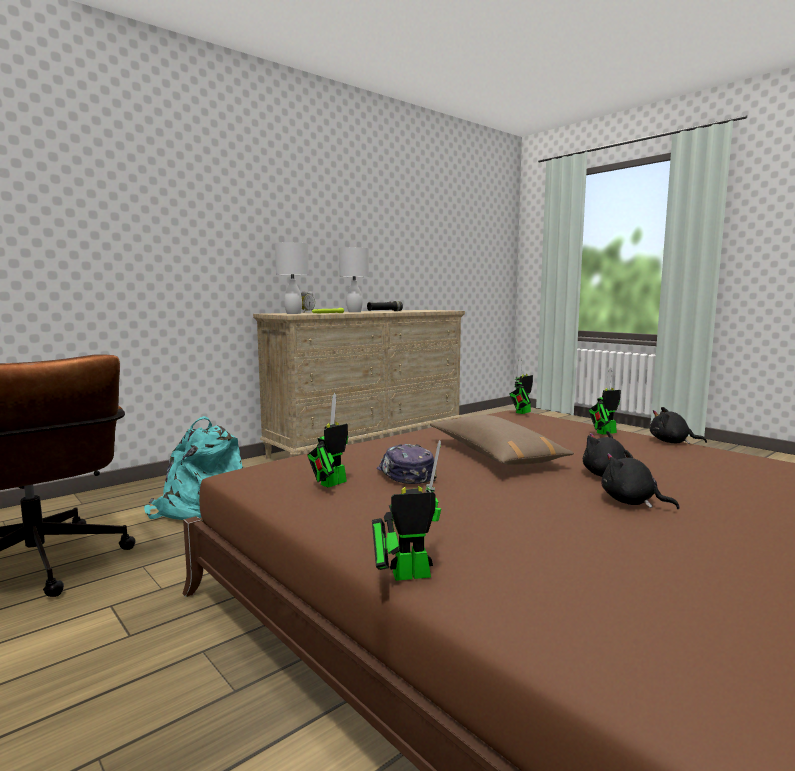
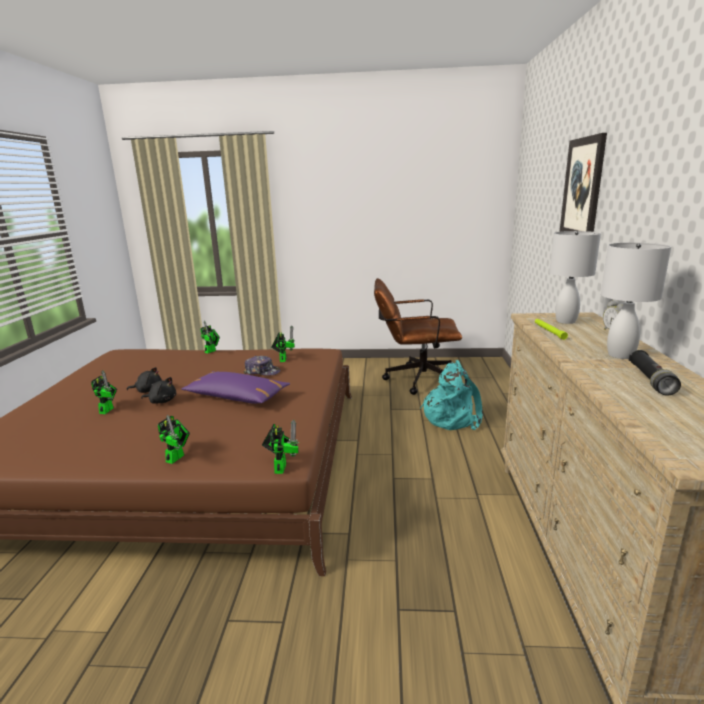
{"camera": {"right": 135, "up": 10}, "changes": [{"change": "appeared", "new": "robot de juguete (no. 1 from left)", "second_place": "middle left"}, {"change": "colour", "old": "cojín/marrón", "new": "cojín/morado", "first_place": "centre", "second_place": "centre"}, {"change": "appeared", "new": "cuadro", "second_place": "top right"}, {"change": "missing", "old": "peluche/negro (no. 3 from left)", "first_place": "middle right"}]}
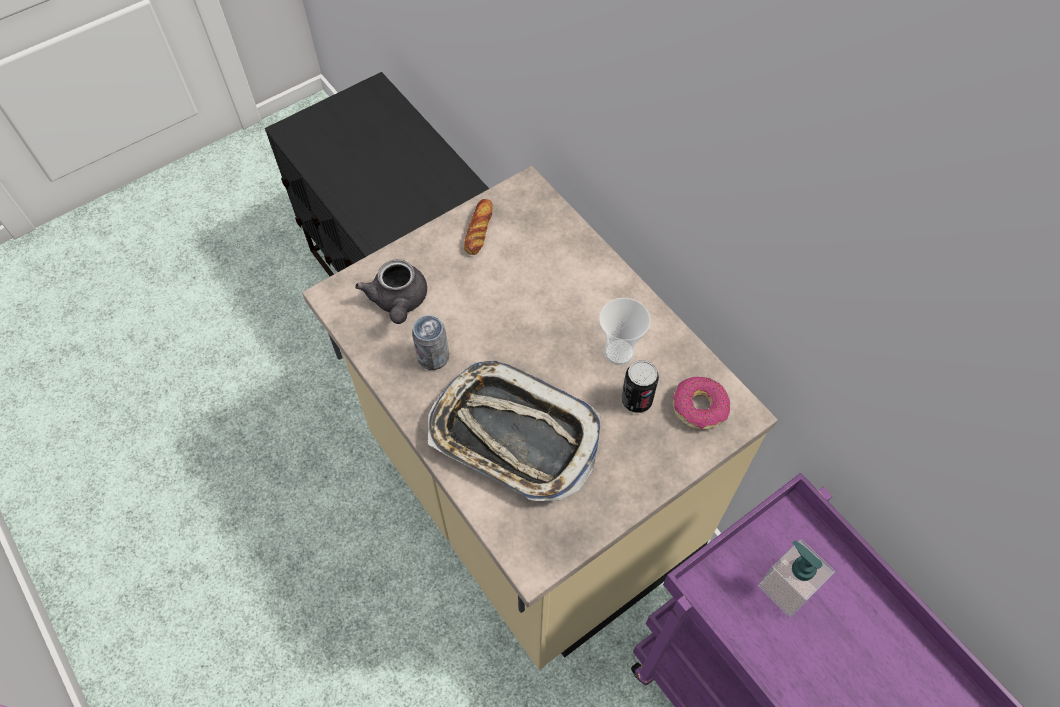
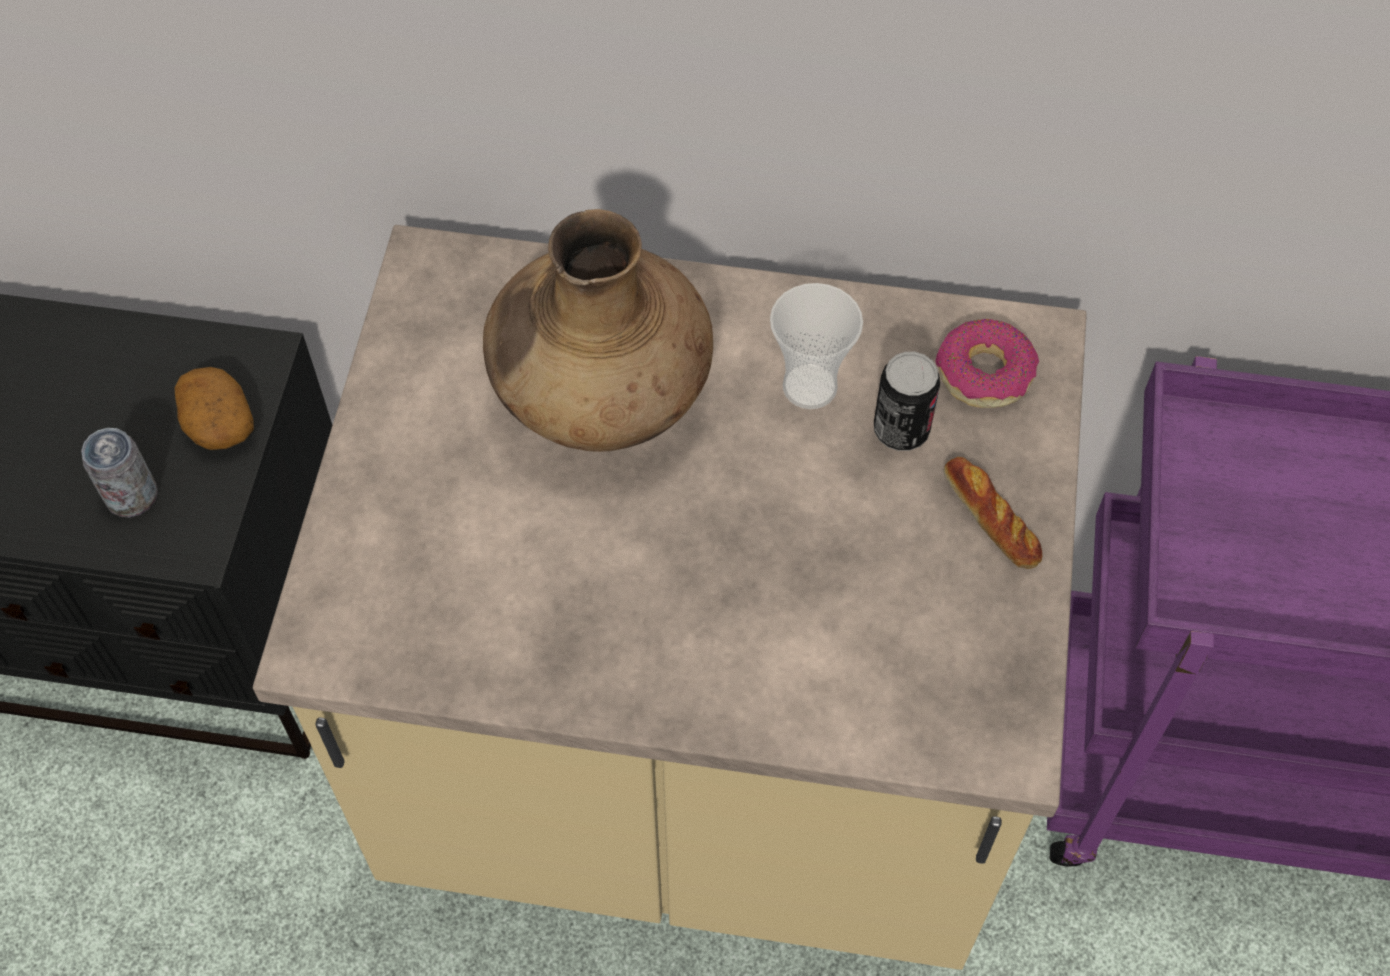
{"camera": {"right": -45, "up": 0}, "changes": [{"change": "relocated", "old": "lata (no. 1 from left)", "first_place": "centre", "second_place": "middle left"}, {"change": "appeared", "new": "patata", "second_place": "middle left"}, {"change": "appeared", "new": "florero/marrón", "second_place": "centre"}, {"change": "relocated", "old": "pan", "first_place": "top centre", "second_place": "middle right"}, {"change": "missing", "old": "tetera/gris", "first_place": "centre"}, {"change": "missing", "old": "bandeja", "first_place": "centre"}, {"change": "missing", "old": "dispensador de jabón", "first_place": "bottom right"}]}
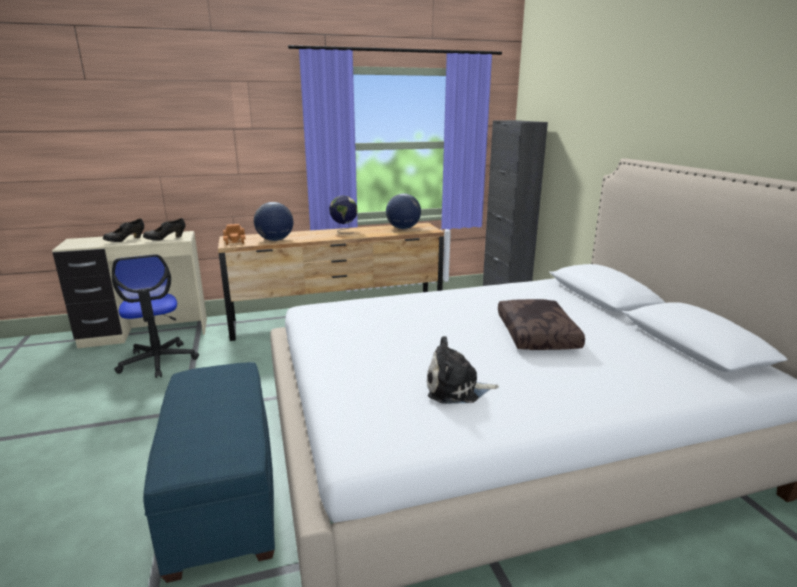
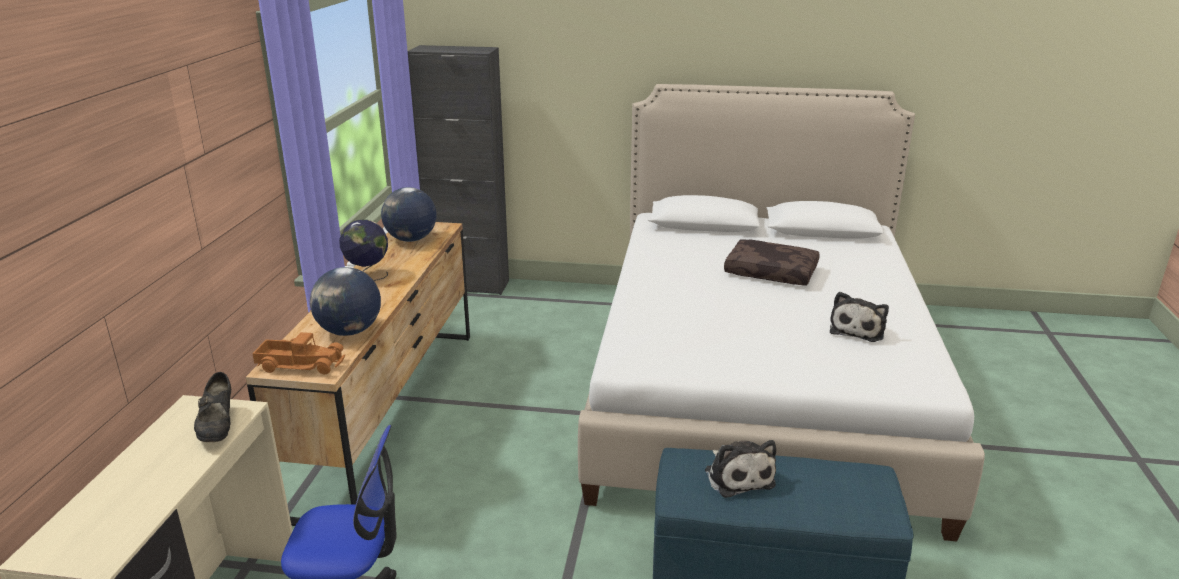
{"camera": {"right": -65, "up": 5}, "changes": [{"change": "appeared", "new": "peluche (no. 1 from left)", "second_place": "bottom centre"}, {"change": "missing", "old": "zapato/negro (no. 1 from left)", "first_place": "middle left"}]}
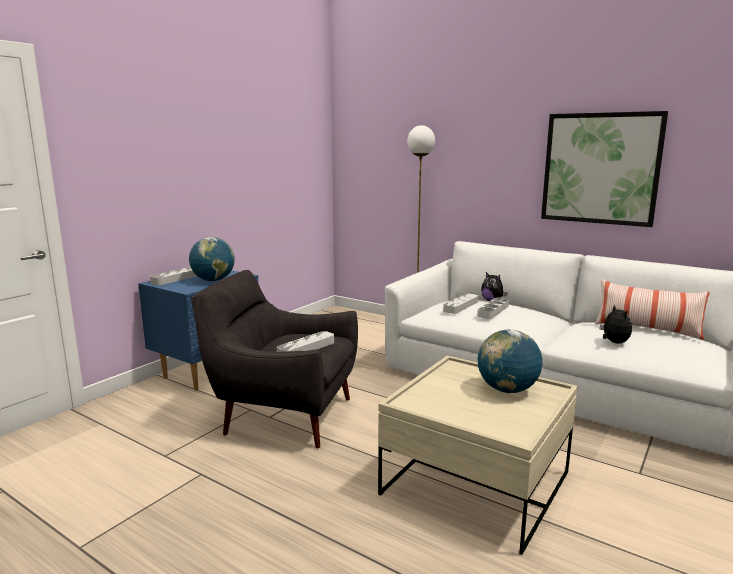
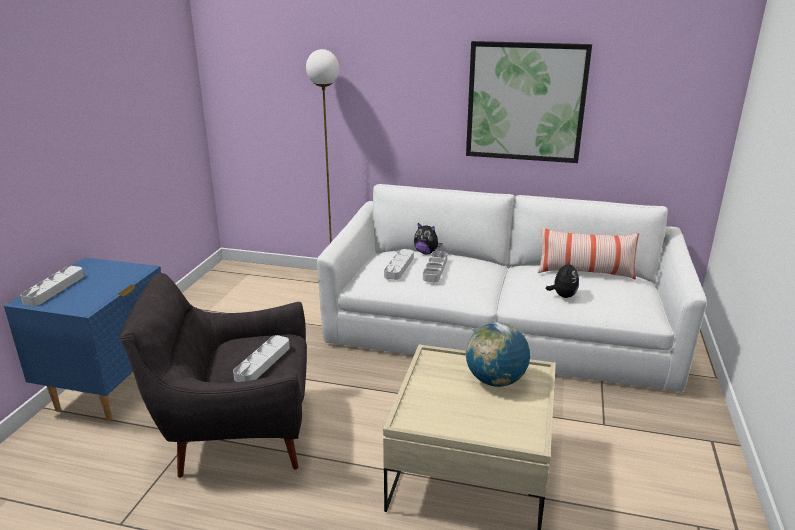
{"camera": {"right": -20, "up": 10}, "changes": [{"change": "spun", "old": "peluche (no. 2 from left)", "first_place": "middle right", "second_place": "middle right", "degrees": 45}, {"change": "missing", "old": "globo terráqueo (no. 1 from left)", "first_place": "middle left"}]}
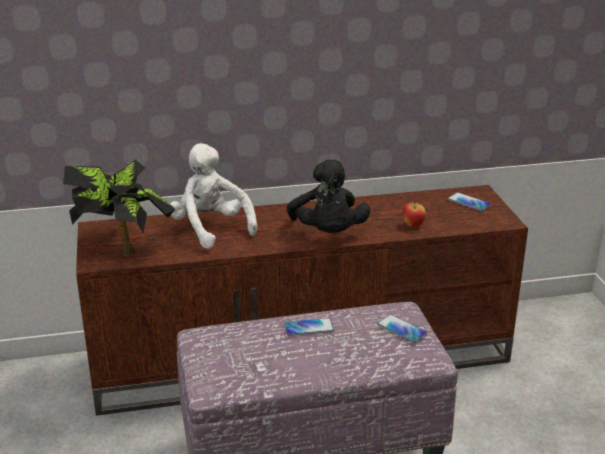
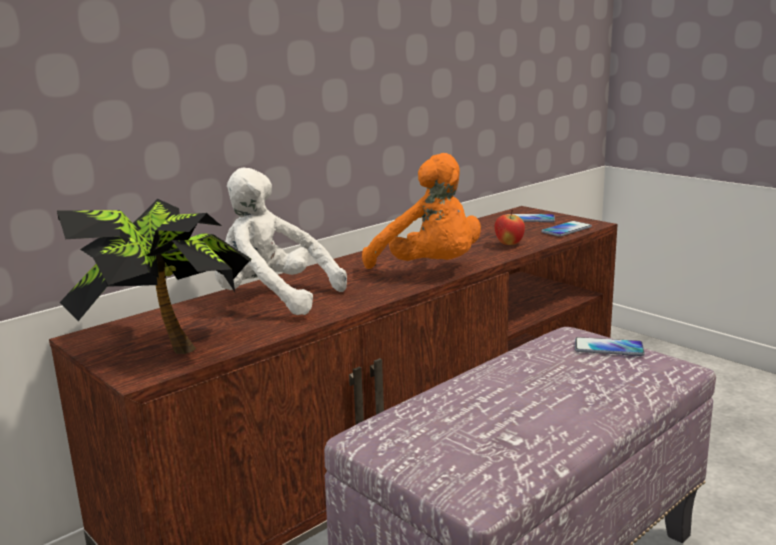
{"camera": {"right": -30, "up": -10}, "changes": [{"change": "colour", "old": "peluche/negro", "new": "peluche/naranja", "first_place": "centre", "second_place": "centre"}, {"change": "relocated", "old": "móvil (no. 1 from left in the first image)", "new": "móvil (no. 2 from left)", "first_place": "bottom centre", "second_place": "middle right"}]}
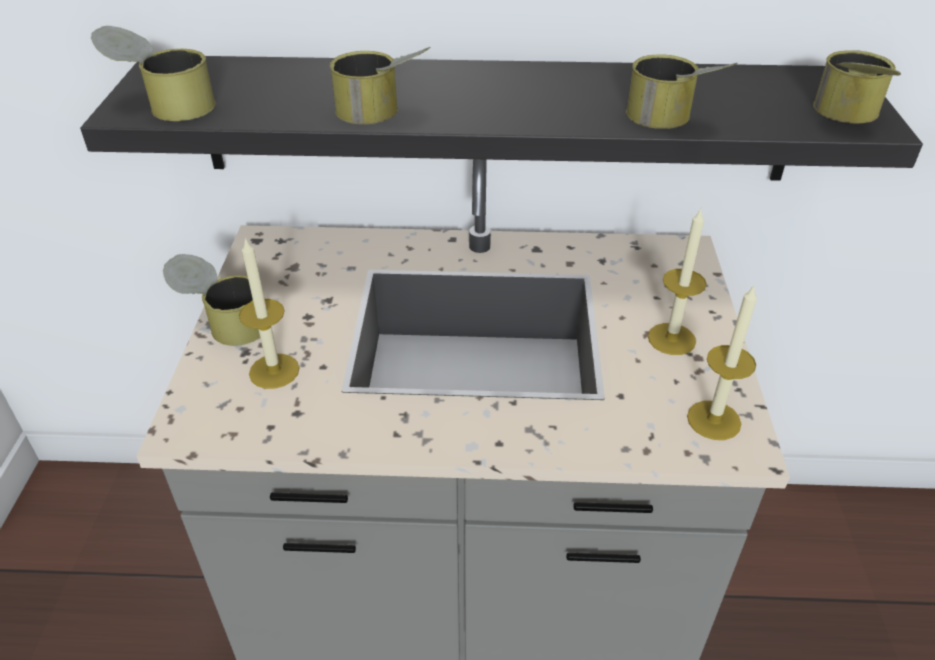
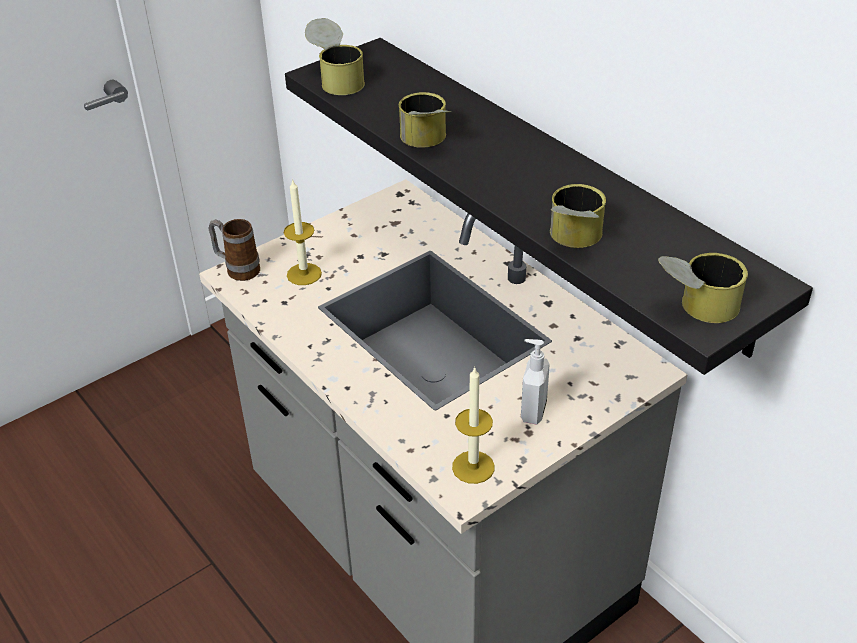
{"camera": {"right": 50, "up": 0}, "changes": [{"change": "appeared", "new": "taza grande", "second_place": "middle left"}, {"change": "exchanged", "old": "vela (no. 2 from left)", "new": "dispensador de jabón", "first_place": "middle right", "second_place": "centre"}, {"change": "missing", "old": "lata (no. 2 from left)", "first_place": "middle left"}]}
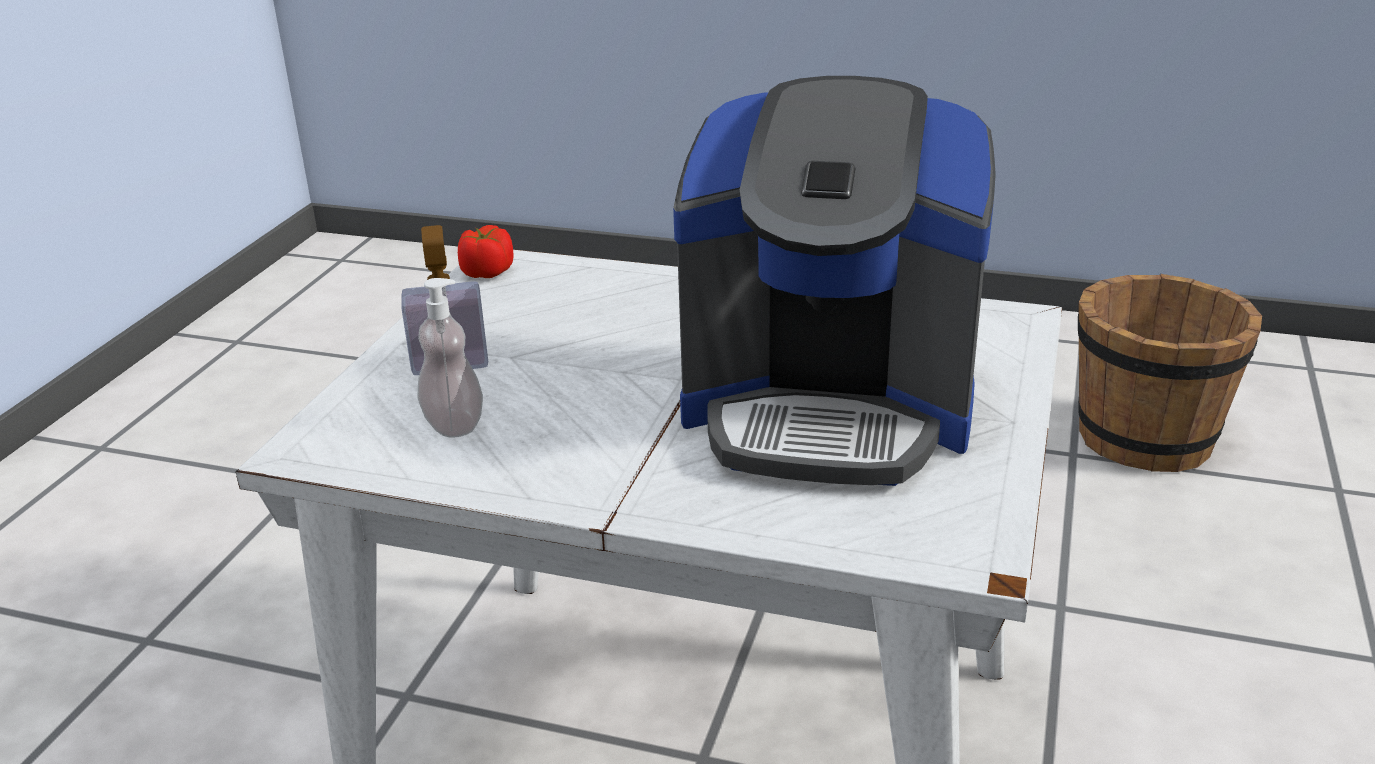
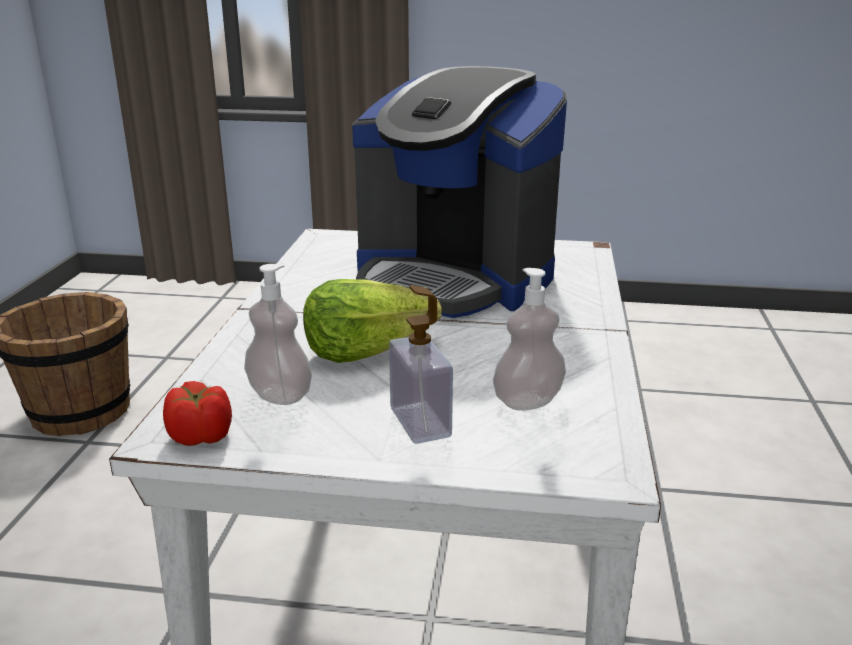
{"camera": {"right": -100, "up": -5}, "changes": [{"change": "appeared", "new": "dispensador de jabón (no. 1 from left)", "second_place": "middle left"}, {"change": "appeared", "new": "lechuga", "second_place": "centre"}, {"change": "spun", "old": "cafetera", "first_place": "centre", "second_place": "top centre", "degrees": 120}]}
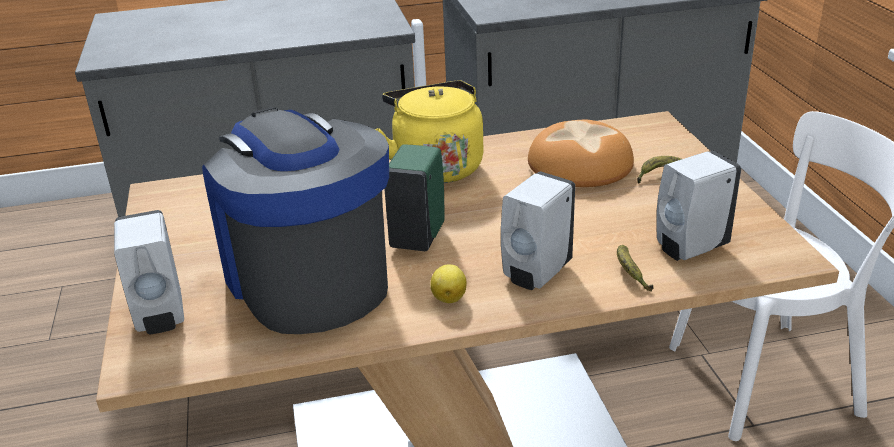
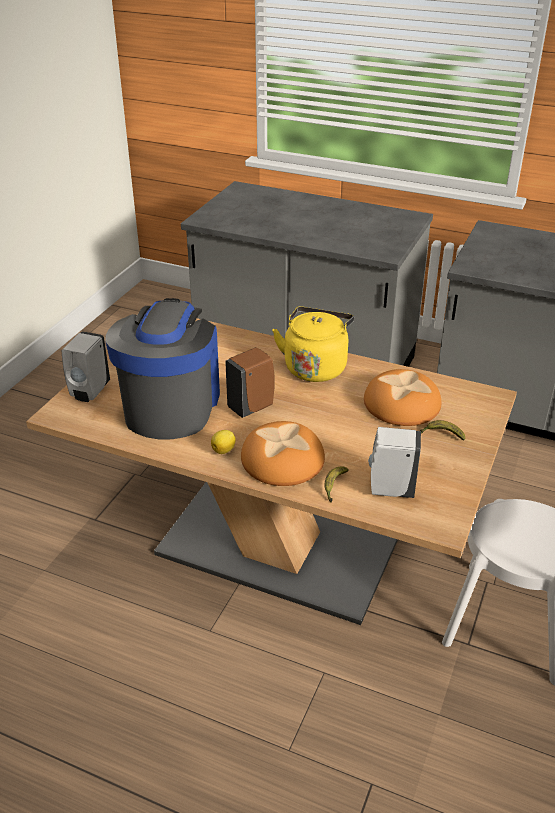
{"camera": {"right": 35, "up": 5}, "changes": [{"change": "colour", "old": "dispensador de jabón/verde", "new": "dispensador de jabón/marrón", "first_place": "centre", "second_place": "centre"}, {"change": "exchanged", "old": "dispensador de jabón/blanco (no. 2 from left)", "new": "pan (no. 1 from left)", "first_place": "centre", "second_place": "centre"}]}
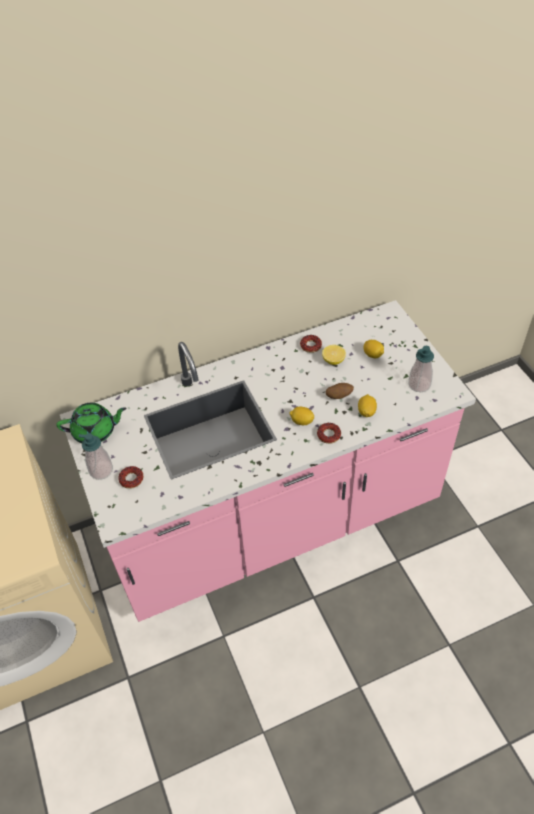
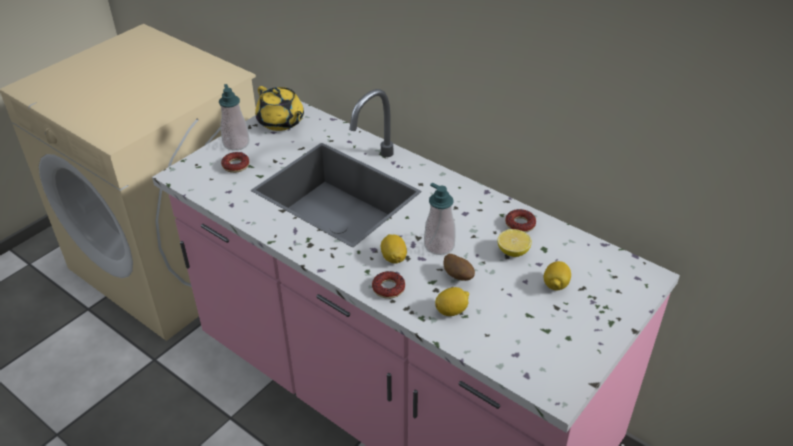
{"camera": {"right": 60, "up": -10}, "changes": [{"change": "colour", "old": "tetera/verde", "new": "tetera/amarillo", "first_place": "middle left", "second_place": "top centre"}, {"change": "relocated", "old": "dispensador de jabón (no. 2 from left)", "first_place": "middle right", "second_place": "centre"}]}
